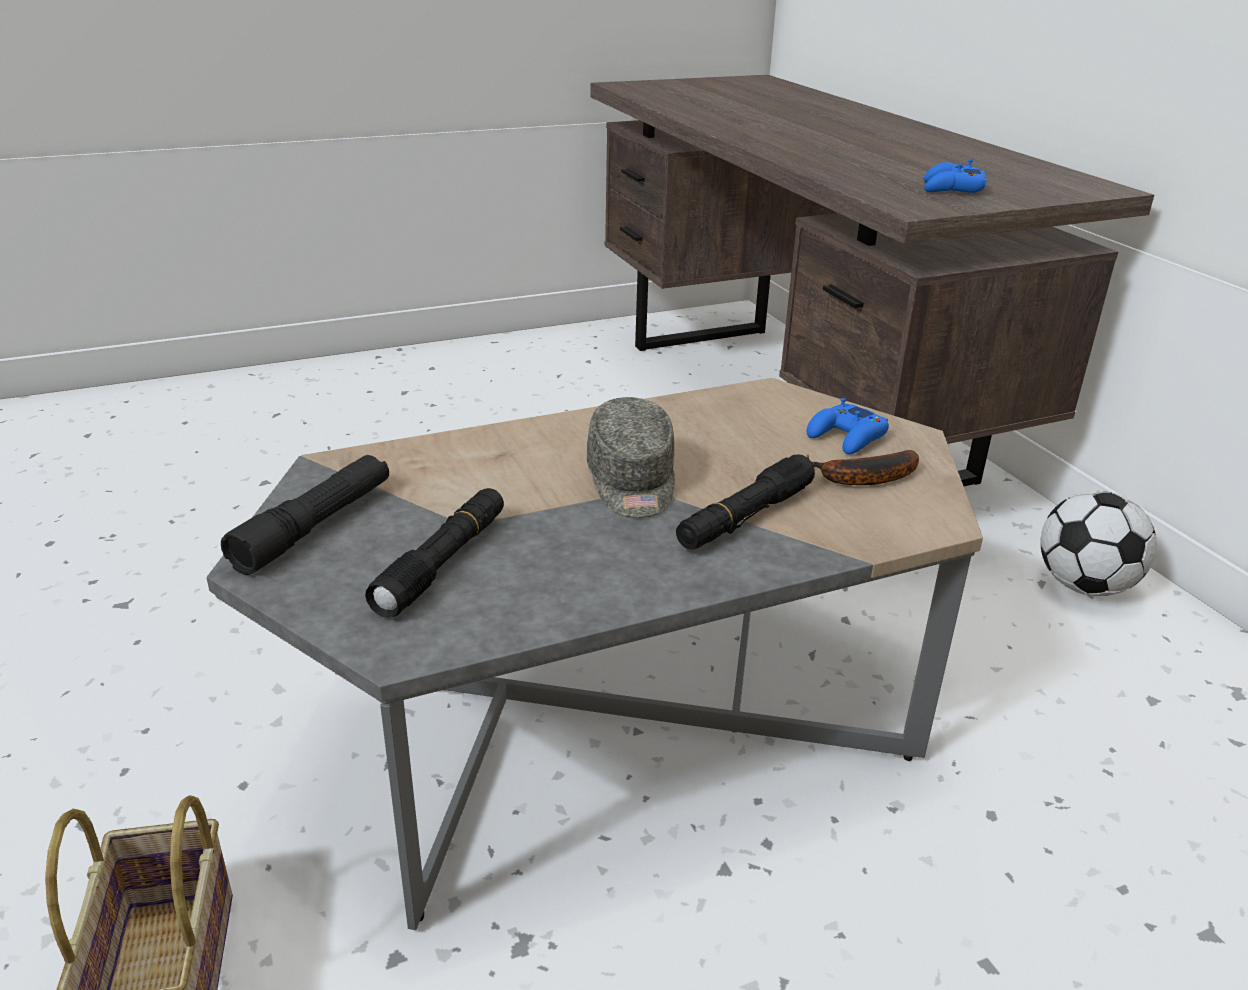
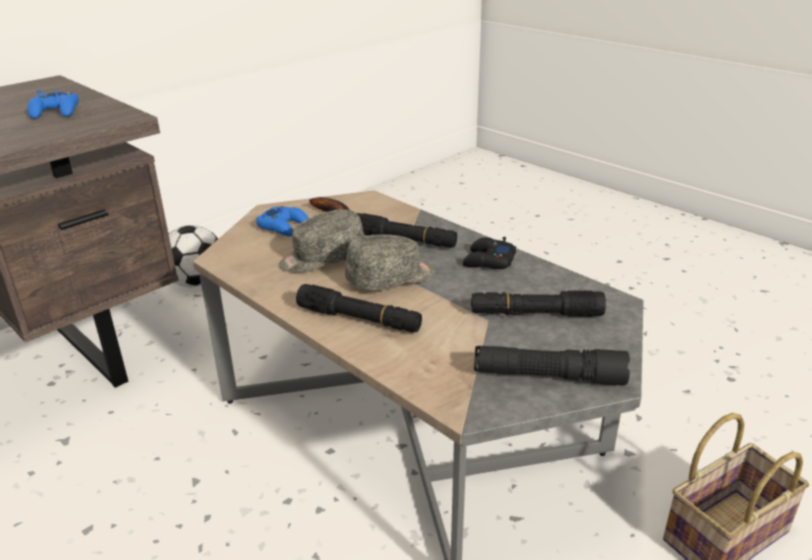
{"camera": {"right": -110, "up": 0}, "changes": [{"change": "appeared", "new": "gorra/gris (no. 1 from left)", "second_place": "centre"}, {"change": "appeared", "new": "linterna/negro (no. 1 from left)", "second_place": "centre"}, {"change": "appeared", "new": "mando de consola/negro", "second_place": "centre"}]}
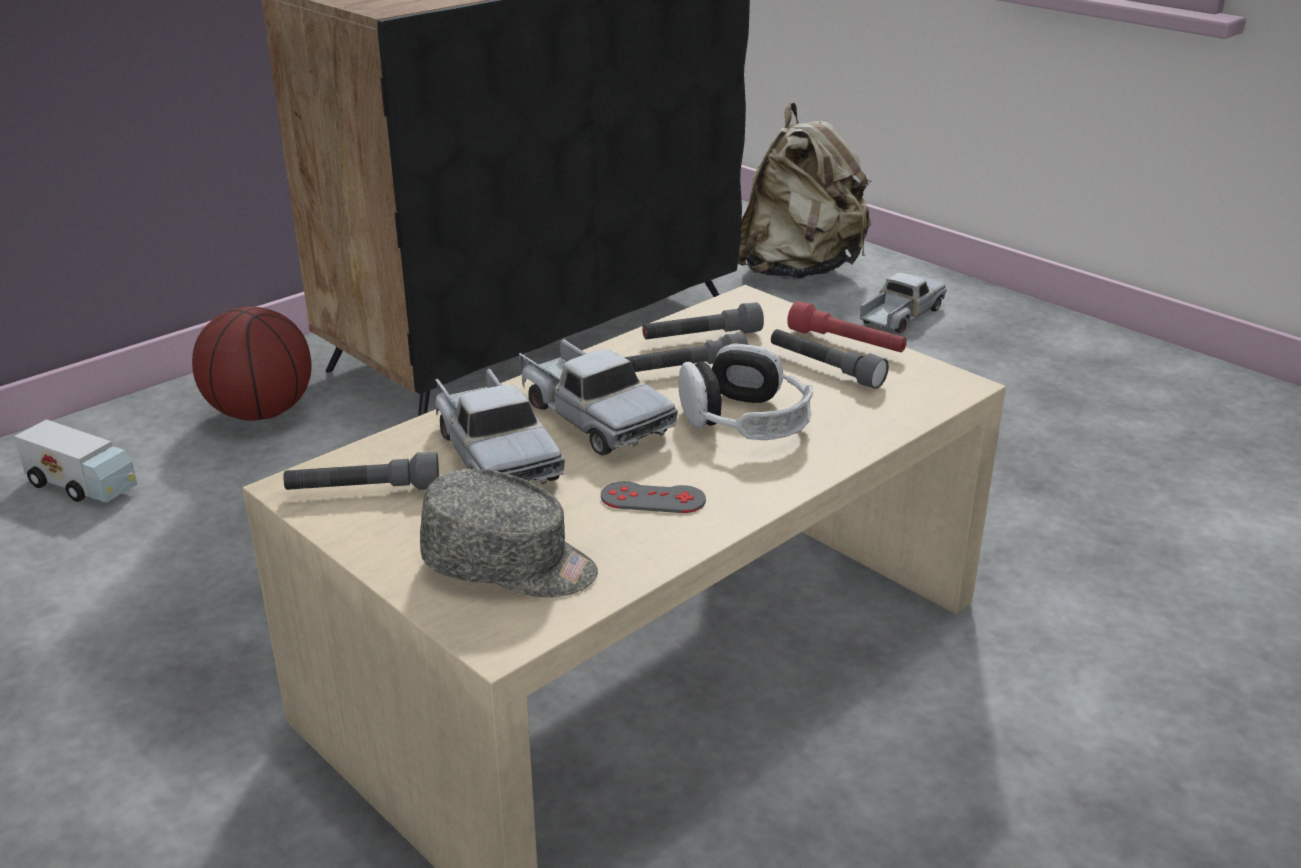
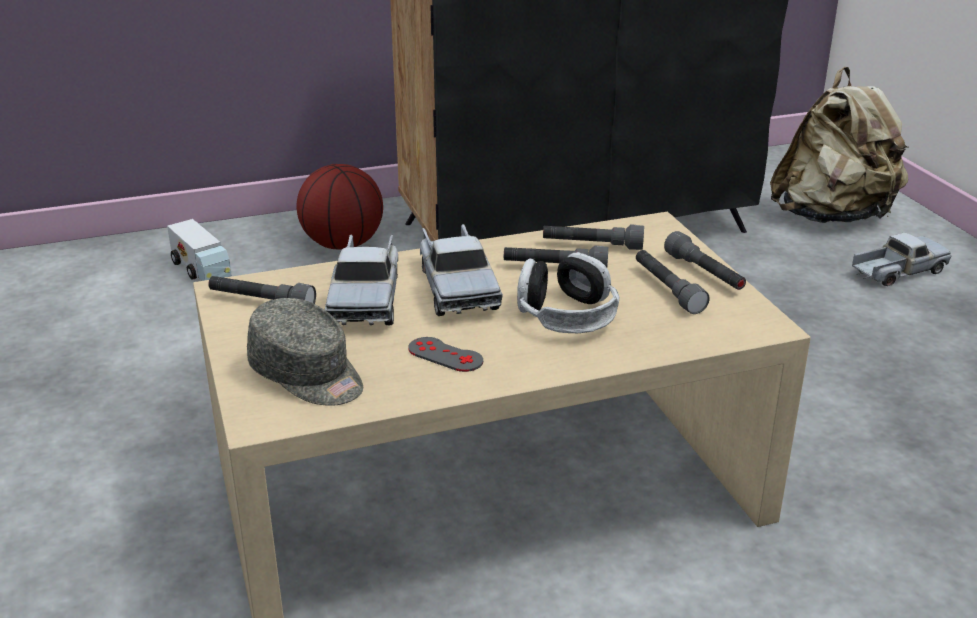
{"camera": {"right": 25, "up": 0}, "changes": [{"change": "colour", "old": "linterna/rojo", "new": "linterna/gris (no. 5 from left)", "first_place": "centre", "second_place": "middle right"}]}
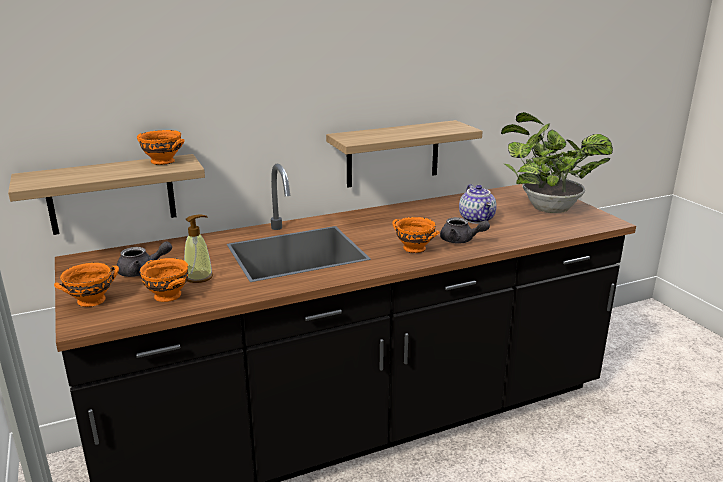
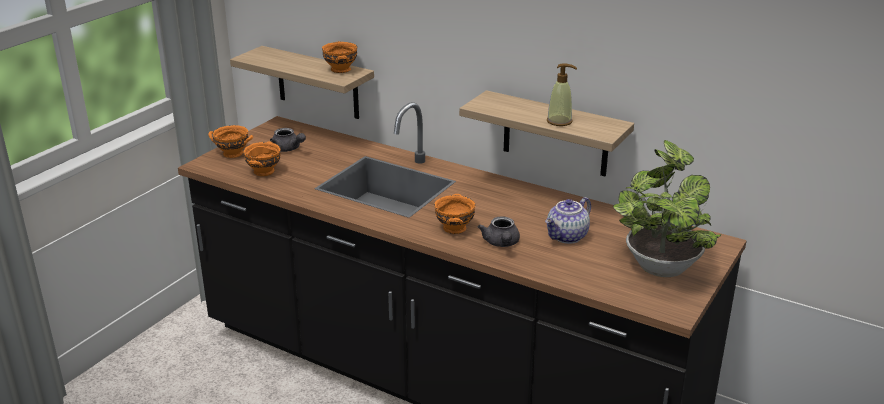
{"camera": {"right": 55, "up": 5}, "changes": [{"change": "relocated", "old": "dispensador de jabón", "first_place": "middle left", "second_place": "top centre"}]}
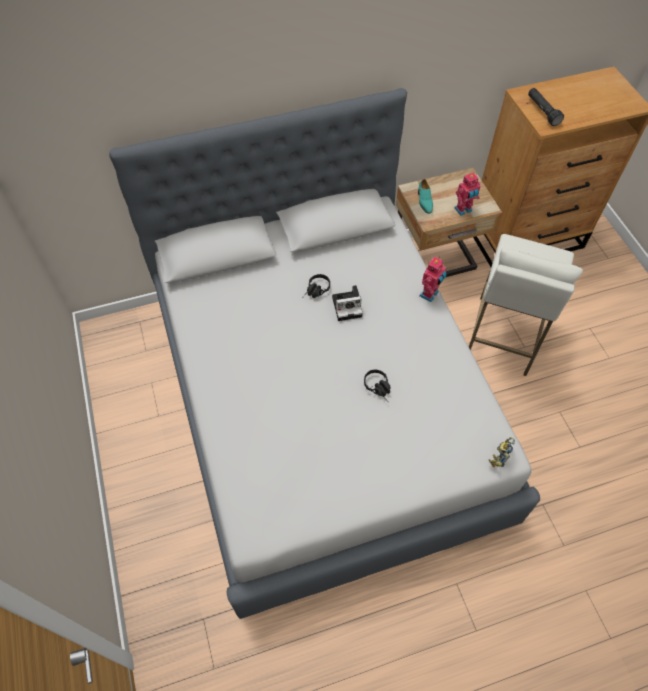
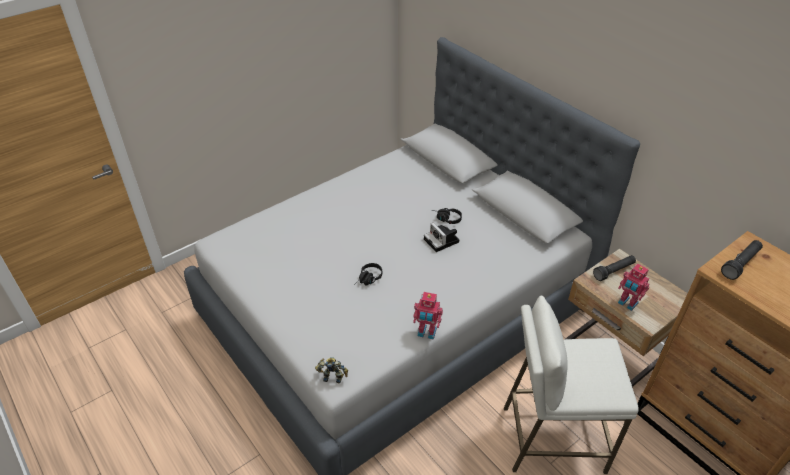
{"camera": {"right": 70, "up": -15}, "changes": [{"change": "relocated", "old": "robot de juguete (no. 1 from left in the first image)", "new": "robot de juguete (no. 2 from left)", "first_place": "middle right", "second_place": "centre"}, {"change": "exchanged", "old": "zapato/turquesa", "new": "linterna/negro (no. 1 from left)", "first_place": "top centre", "second_place": "middle right"}]}
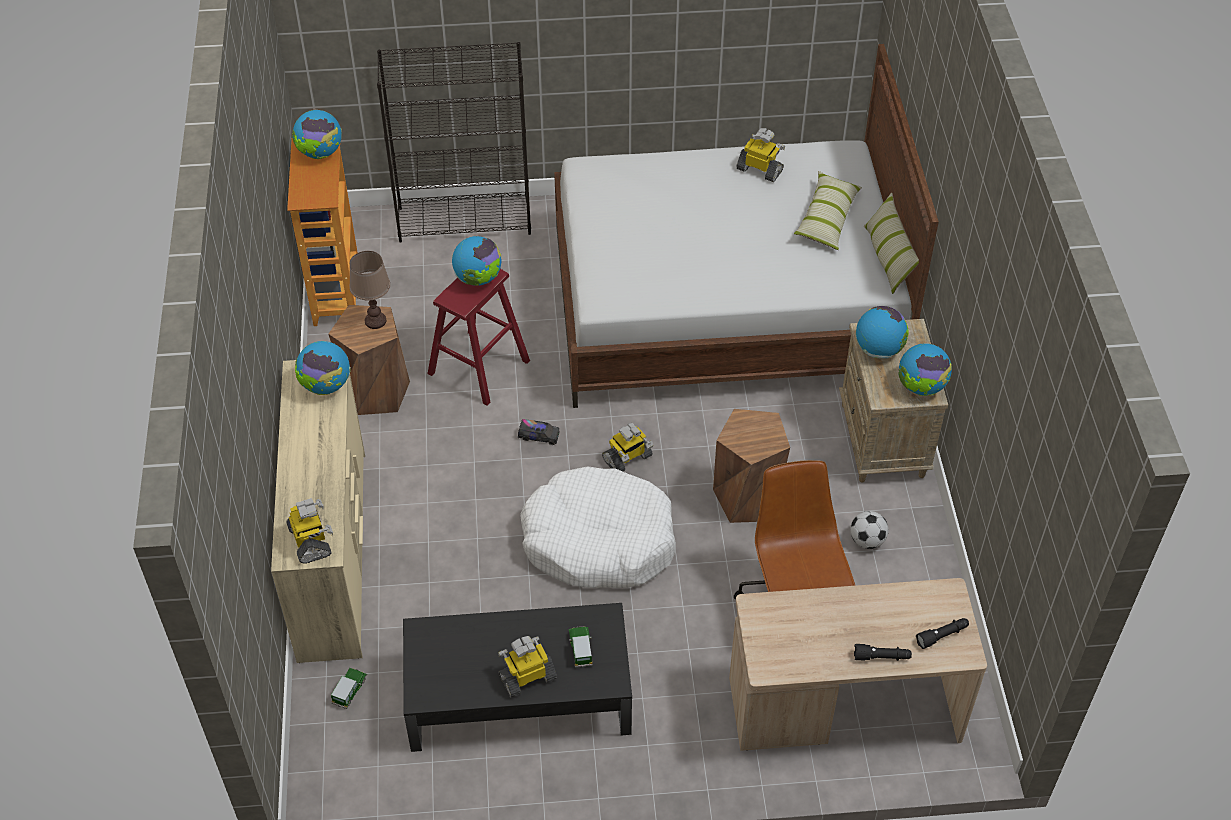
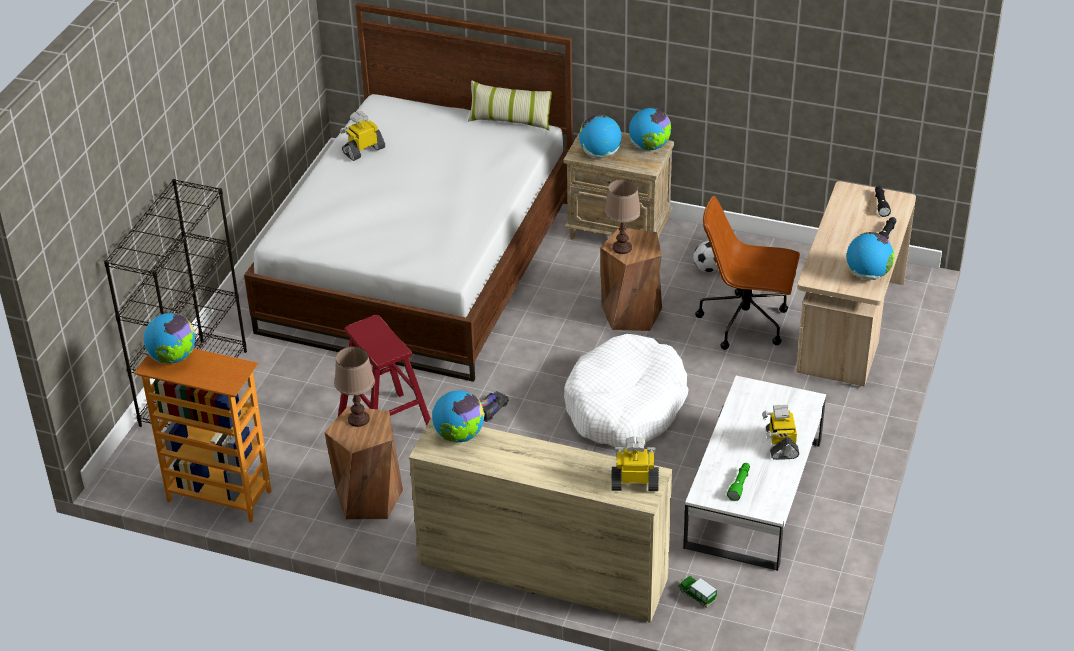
{"camera": {"right": -65, "up": -10}, "changes": [{"change": "appeared", "new": "lámpara de mesa/marrón (no. 2 from left)", "second_place": "top centre"}, {"change": "colour", "old": "mesa de centro/negro", "new": "mesa de centro/blanco", "first_place": "bottom centre", "second_place": "bottom right"}, {"change": "appeared", "new": "linterna/verde", "second_place": "bottom right"}, {"change": "relocated", "old": "globo terráqueo (no. 3 from left in the first image)", "new": "globo terráqueo (no. 5 from left)", "first_place": "top centre", "second_place": "middle right"}, {"change": "missing", "old": "coche de juguete (no. 2 from left)", "first_place": "bottom centre"}, {"change": "missing", "old": "robot de juguete (no. 3 from left)", "first_place": "centre"}, {"change": "missing", "old": "cojín (no. 1 from left)", "first_place": "top right"}]}
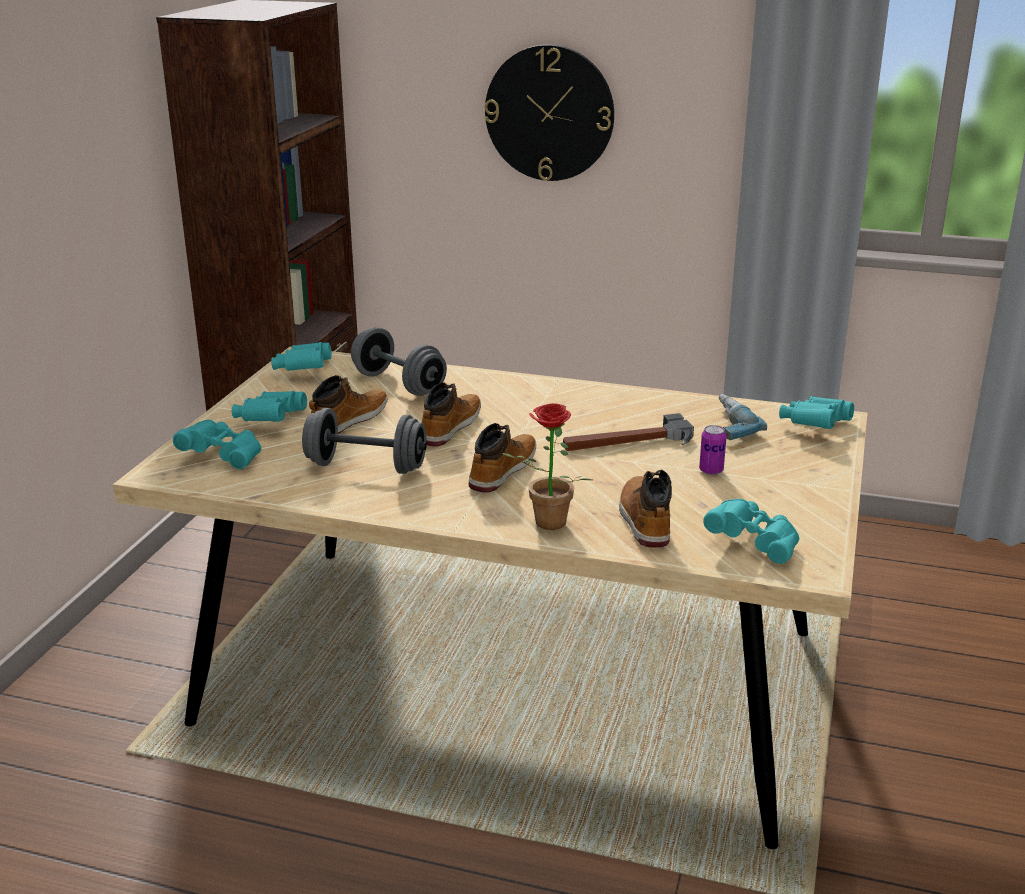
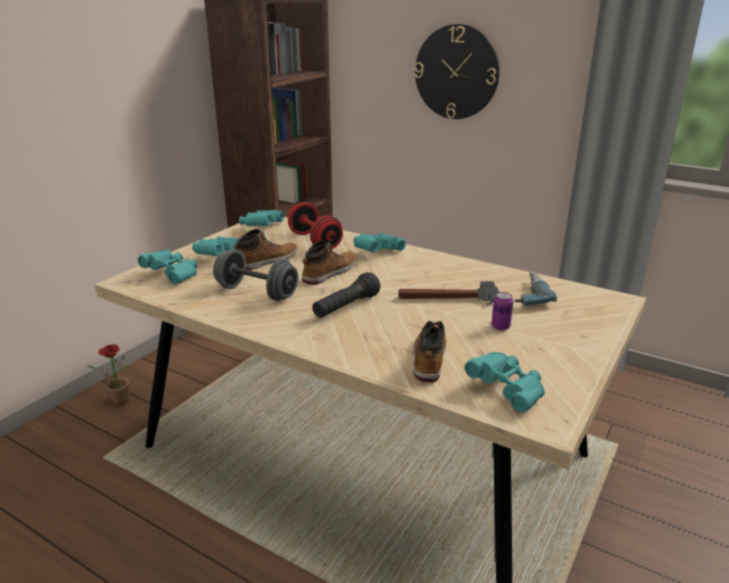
{"camera": {"right": 15, "up": 0}, "changes": [{"change": "relocated", "old": "planta en maceta", "first_place": "centre", "second_place": "middle left"}, {"change": "colour", "old": "mancuerna/gris (no. 2 from left)", "new": "mancuerna/rojo", "first_place": "centre", "second_place": "centre"}, {"change": "exchanged", "old": "bota (no. 3 from left)", "new": "linterna/negro", "first_place": "centre", "second_place": "centre"}, {"change": "relocated", "old": "prismáticos/turquesa (no. 5 from left in the first image)", "new": "prismáticos/turquesa (no. 4 from left)", "first_place": "middle right", "second_place": "centre"}]}
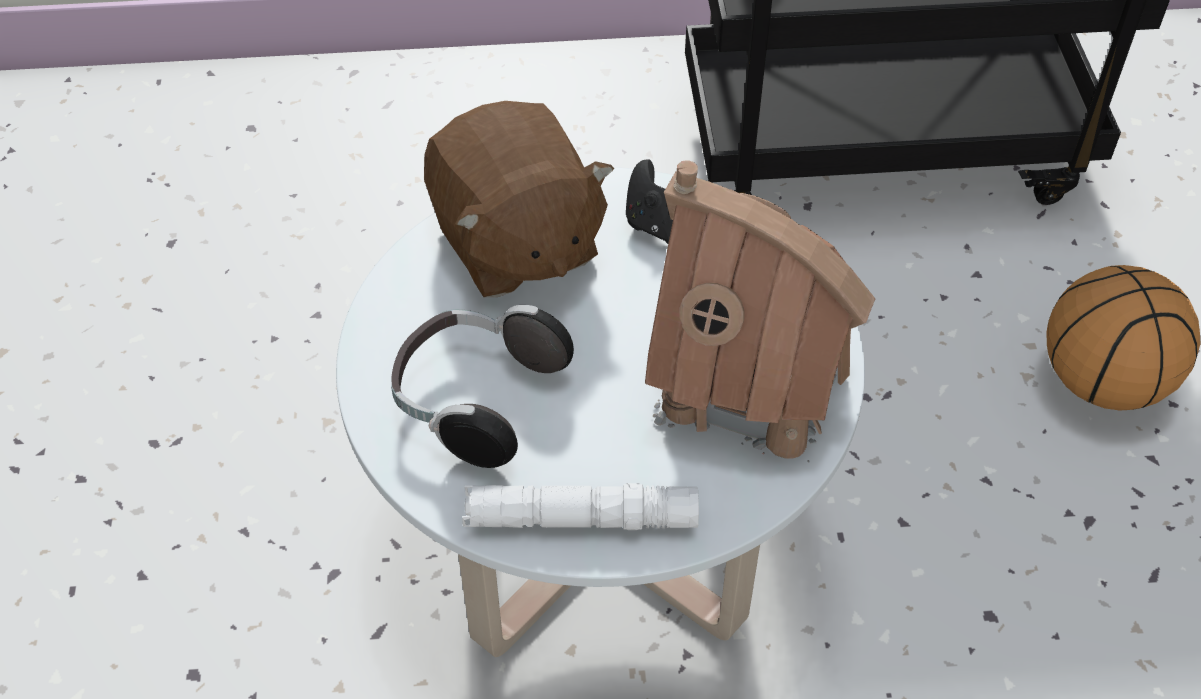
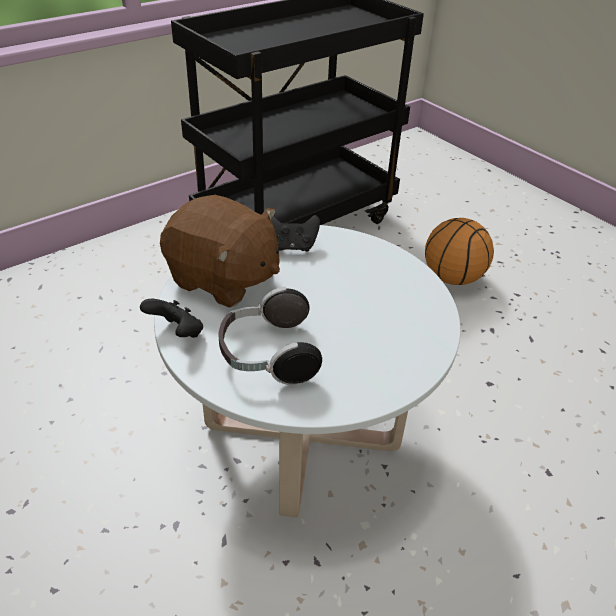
{"camera": {"right": -35, "up": -10}, "changes": [{"change": "appeared", "new": "mando de consola/negro (no. 1 from left)", "second_place": "middle left"}, {"change": "missing", "old": "linterna/blanco", "first_place": "bottom centre"}, {"change": "missing", "old": "casita", "first_place": "centre"}]}
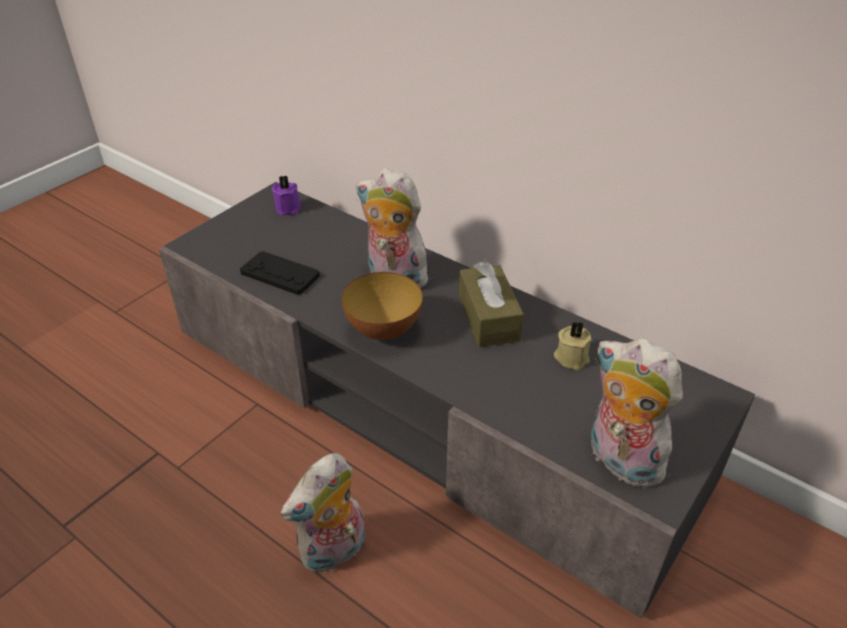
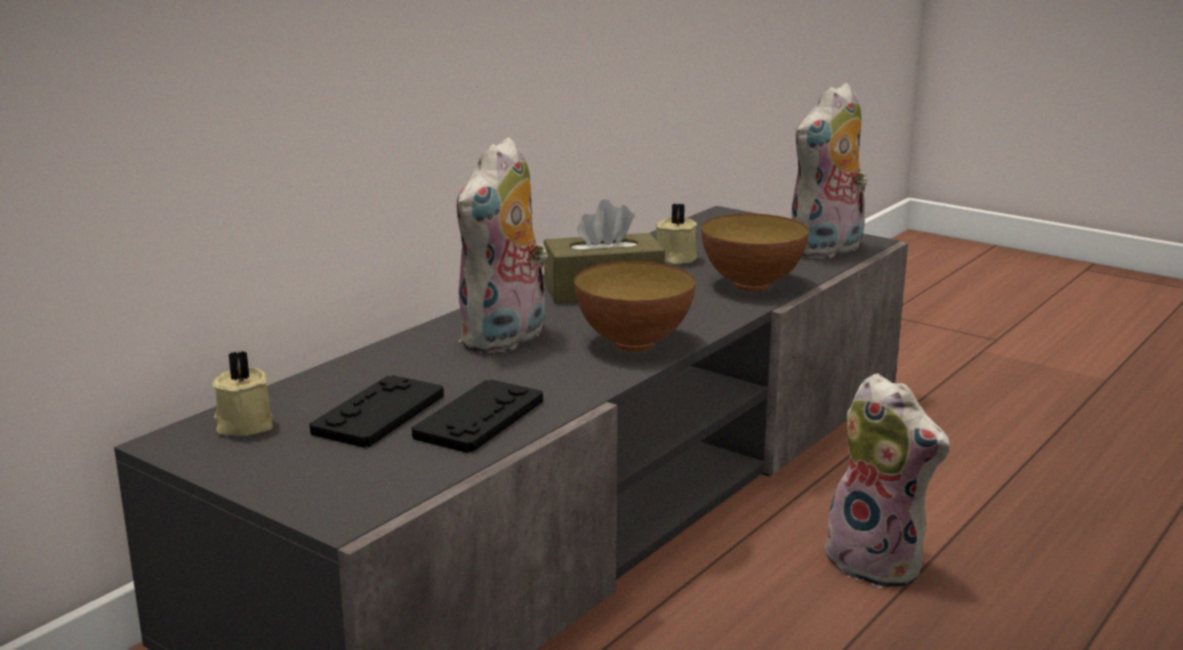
{"camera": {"right": -90, "up": -20}, "changes": [{"change": "colour", "old": "vela/morado", "new": "vela/beis (no. 1 from left)", "first_place": "top centre", "second_place": "middle left"}, {"change": "appeared", "new": "mando de consola/negro (no. 1 from left)", "second_place": "middle left"}, {"change": "appeared", "new": "cuenco (no. 2 from left)", "second_place": "centre"}]}
